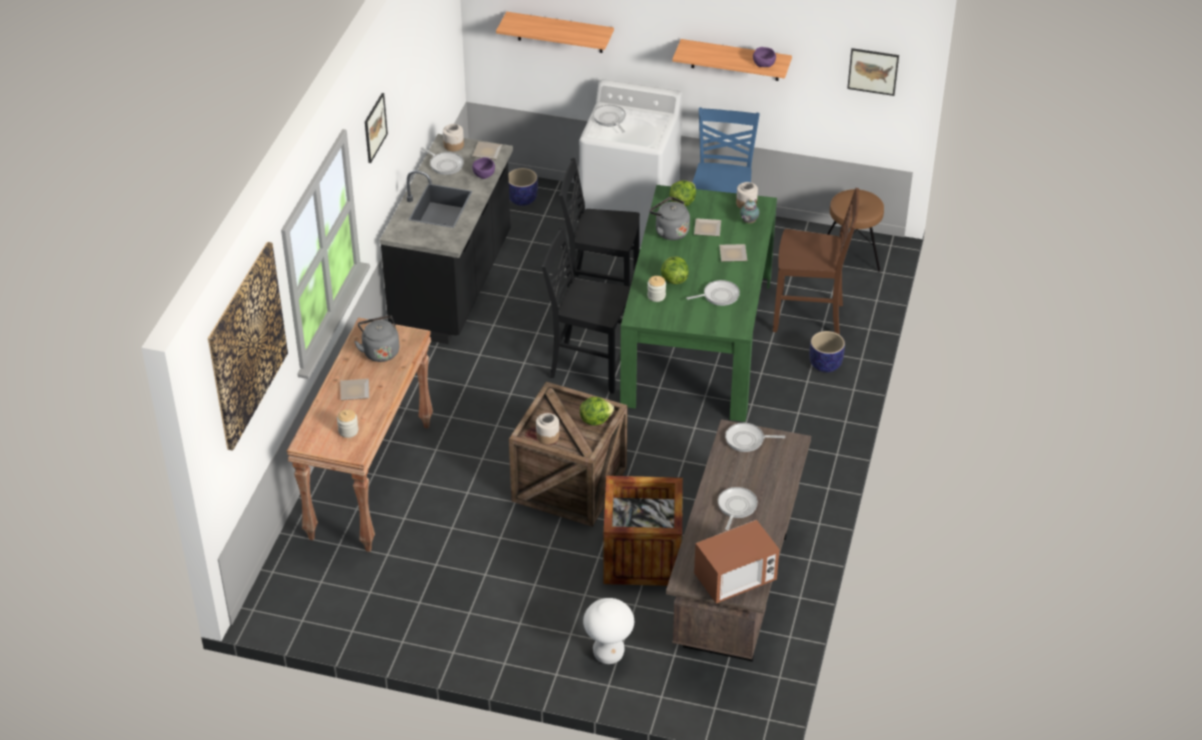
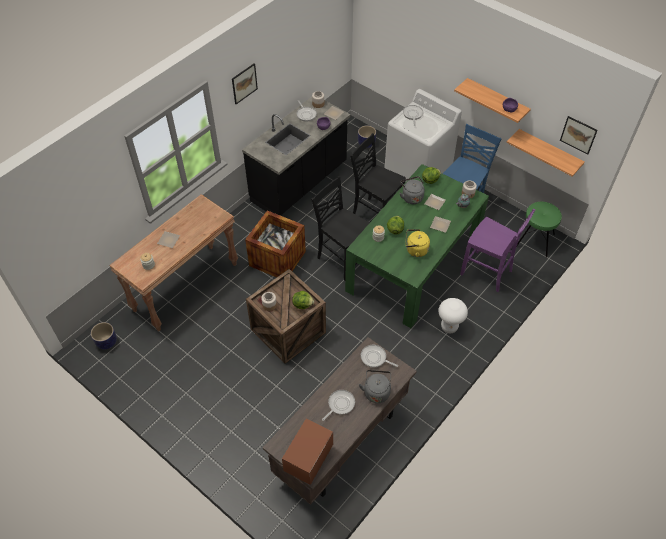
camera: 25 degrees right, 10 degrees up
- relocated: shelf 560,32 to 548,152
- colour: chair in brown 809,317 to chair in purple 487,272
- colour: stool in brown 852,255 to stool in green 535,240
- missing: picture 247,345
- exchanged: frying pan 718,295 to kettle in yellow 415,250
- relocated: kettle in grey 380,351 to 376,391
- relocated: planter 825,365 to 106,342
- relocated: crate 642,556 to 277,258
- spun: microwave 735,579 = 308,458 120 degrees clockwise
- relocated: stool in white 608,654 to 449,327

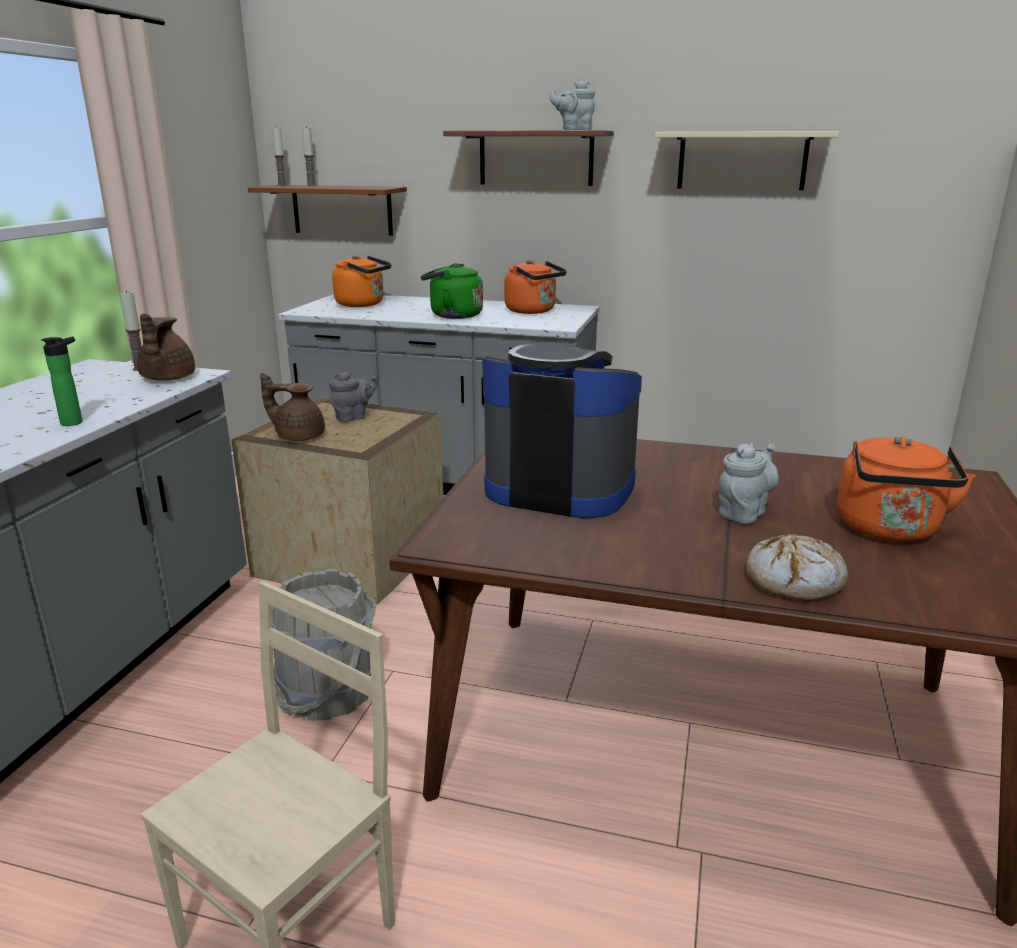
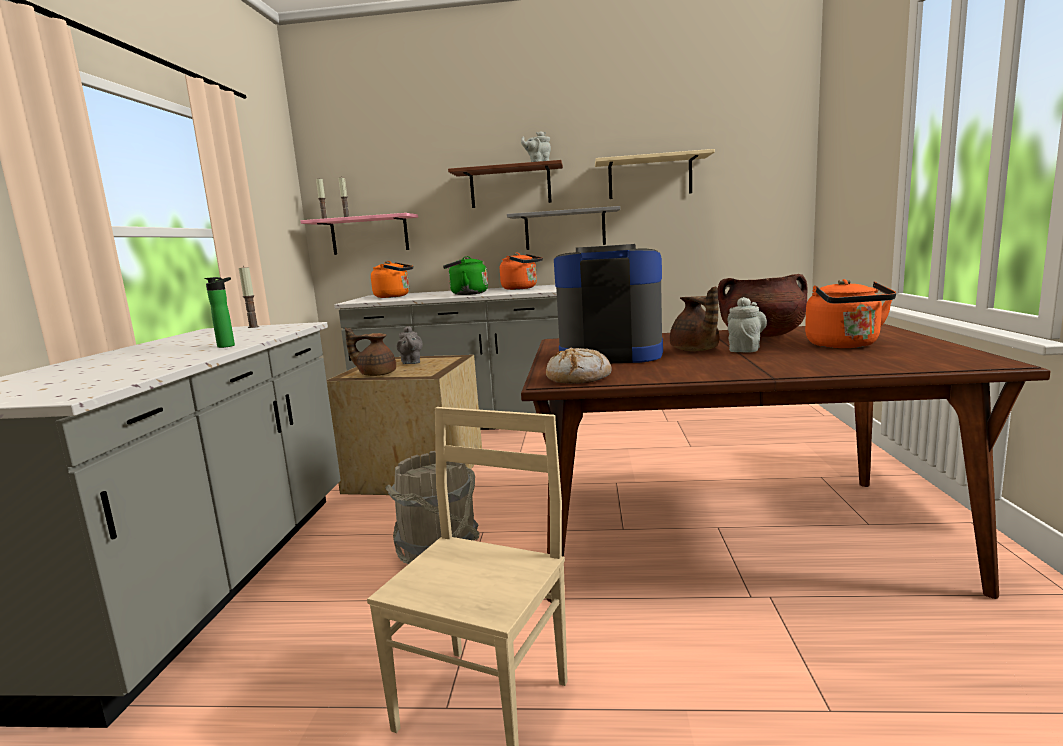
camera: 10 degrees left, 10 degrees down
- colour: shelf in brown 342,210 to shelf in pink 369,235
- relocated: teapot in brown 166,379 to 695,350
- spun: teapot in grey 353,417 = 411,362 120 degrees clockwise
- relocated: bread 794,580 to 579,378
- appeared: shelf in grey 565,229
- appeared: cooking pot in brown 762,336

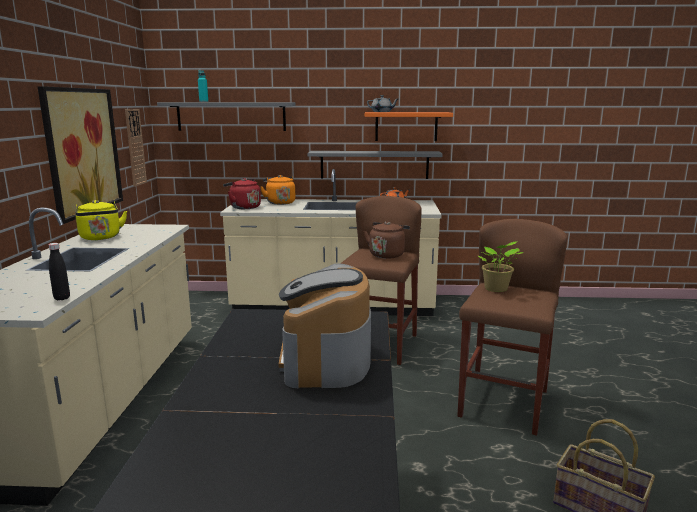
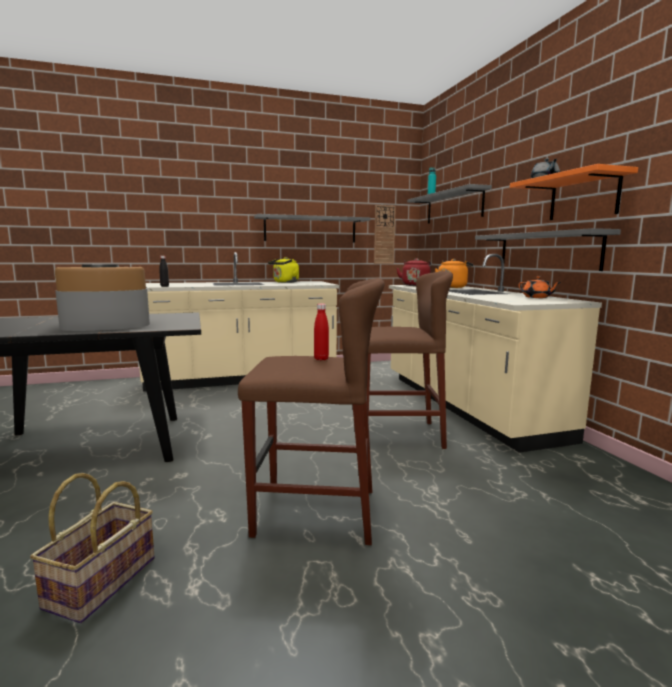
camera: 70 degrees right, 5 degrees down
- exchanged: picture 82,151 to shelf in grey 310,229
- missing: kettle in brown 387,254
- exchanged: potted plant 496,289 to bottle in red 321,359

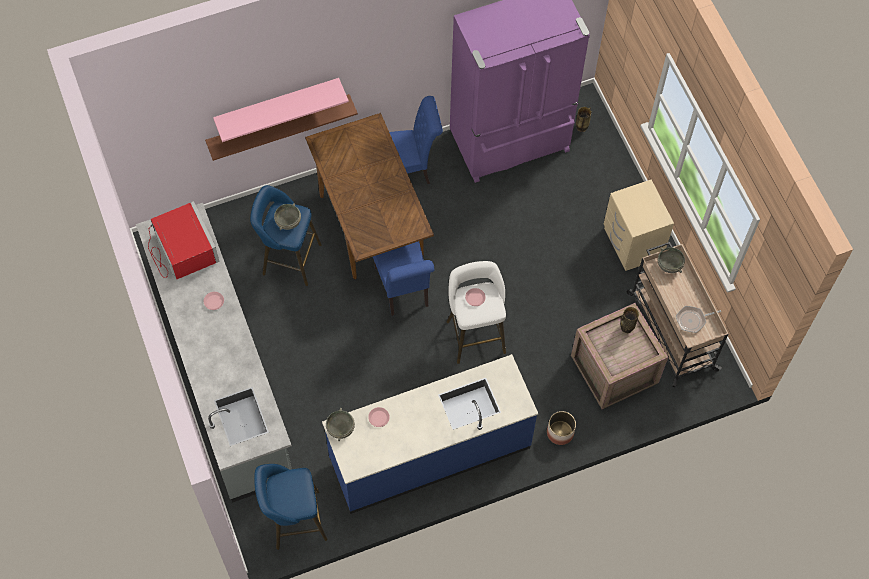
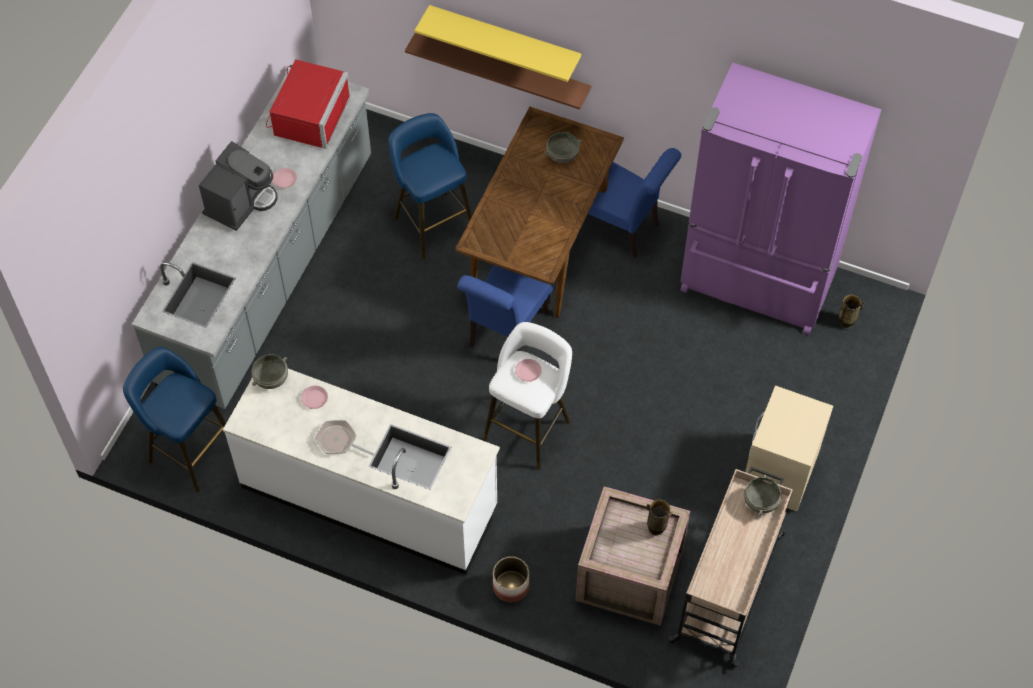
camera: 45 degrees right, 5 degrees down
- colour: shelf in pink 277,104 to shelf in yellow 504,39
- relocated: bowl in grey 288,222 to 562,156
- relocated: frying pan 692,320 to 339,441
- colour: counter in blue 429,452 to counter in white 370,497
- appeared: coffee machine 240,202

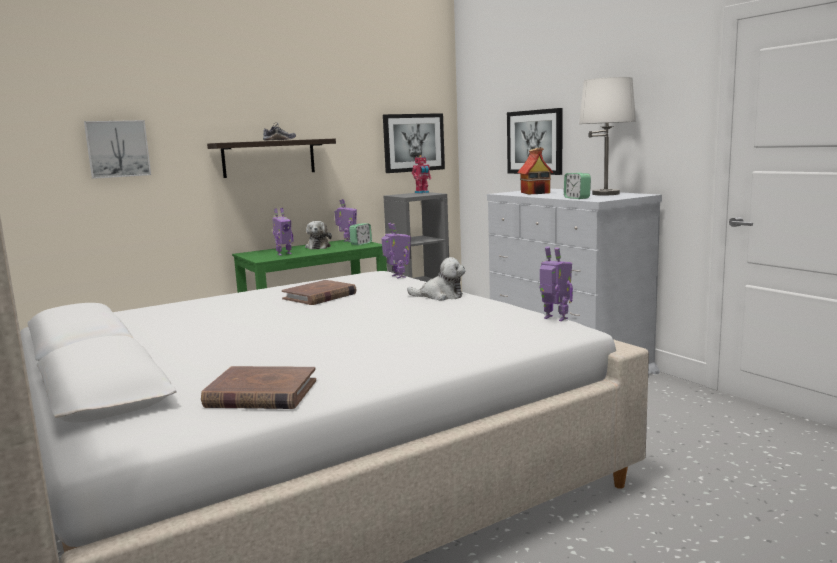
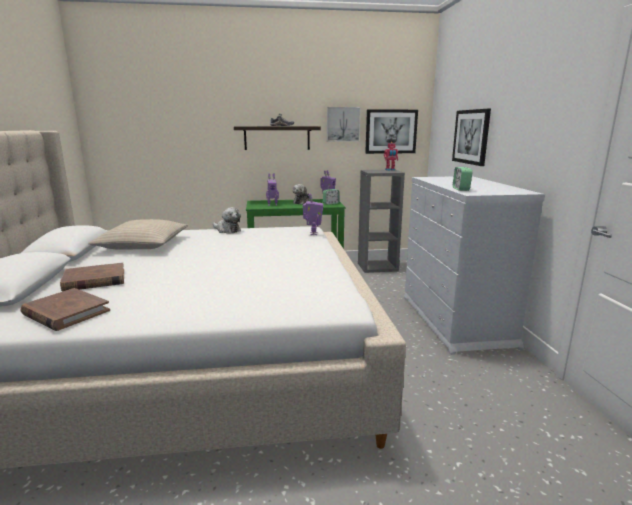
camera: 25 degrees right, 5 degrees up
- missing: table lamp in white 605,194
- relocated: picture 117,149 to 343,124
- missing: toy house 536,193
- missing: toy robot 555,318
- relocated: plush toy 440,296 to 227,230
- relocated: book in brown 320,296 to 94,280
- appeared: pillow in beige 143,245

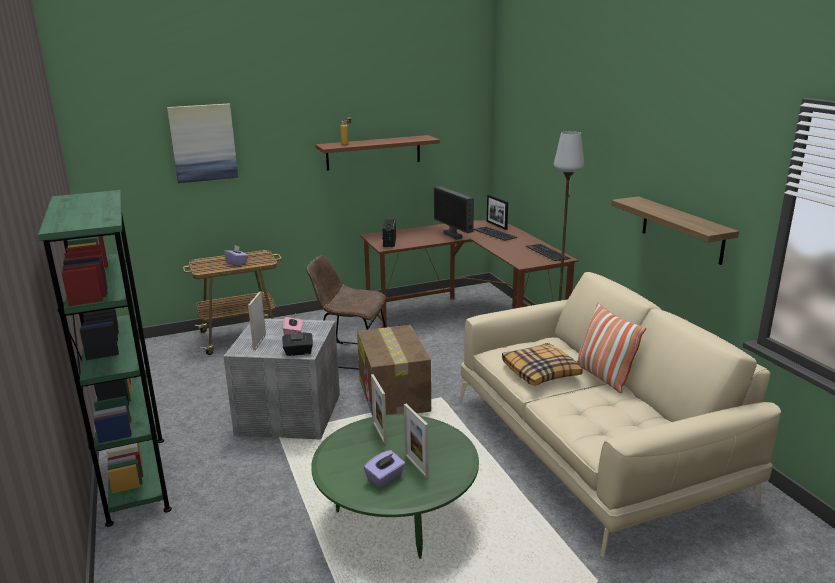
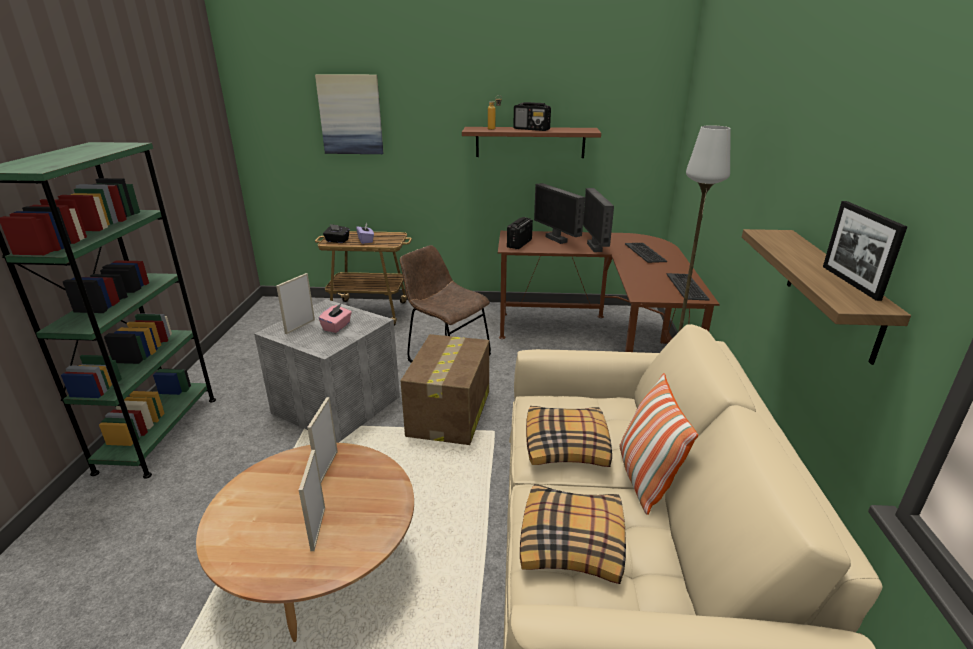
camera: 25 degrees right, 5 degrees up
- relocated: picture frame 496,225 to 850,282
- relocated: tissue box in black 298,352 to 337,241
- colour: coffee table in green 397,517 to coffee table in brown 321,571
- missing: tissue box in purple 385,478
- appeared: radio 532,129
- appeared: monitor 557,239
- appeared: pillow 573,542

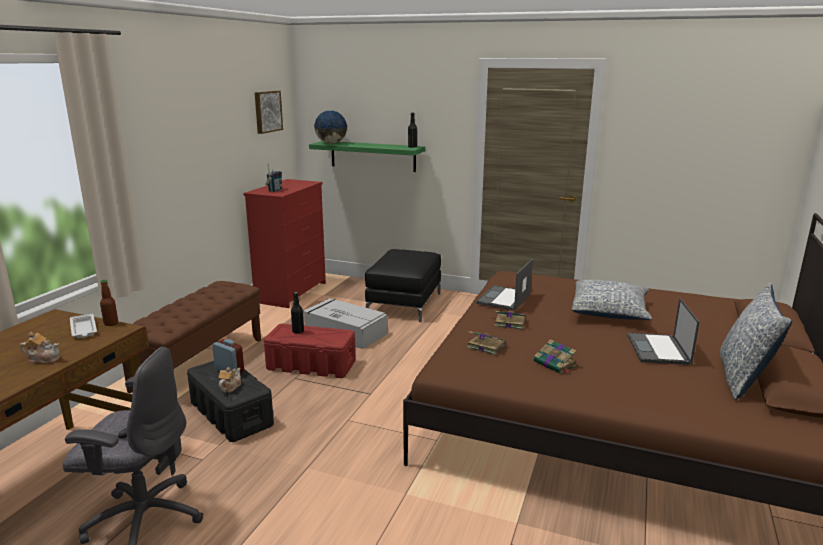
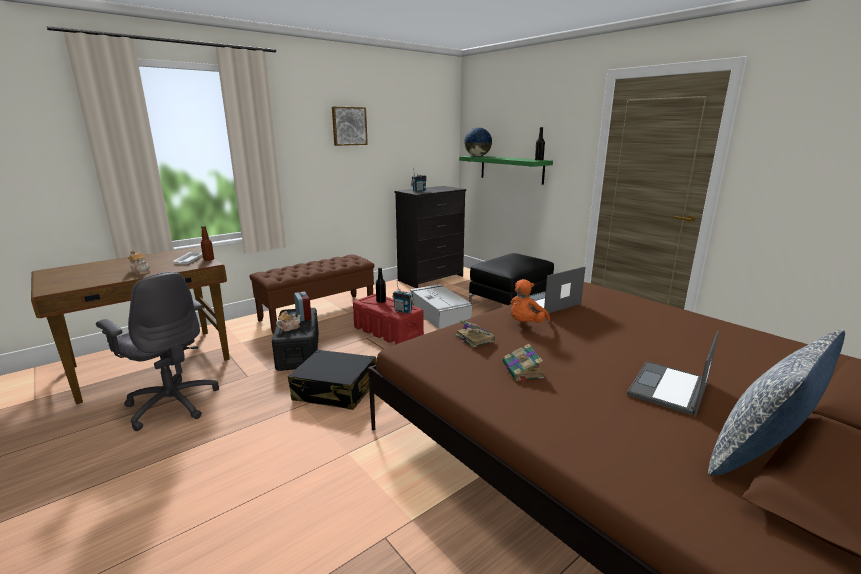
camera: 30 degrees right, 0 degrees up
- relocated: picture 267,111 to 349,126
- colour: dresser in red 292,292 to dresser in black 431,278
- missing: pillow 609,311
- exchanged: book 509,323 to plush toy in orange 525,324
- appeared: radio 403,311
- appeared: suitcase in black 336,390

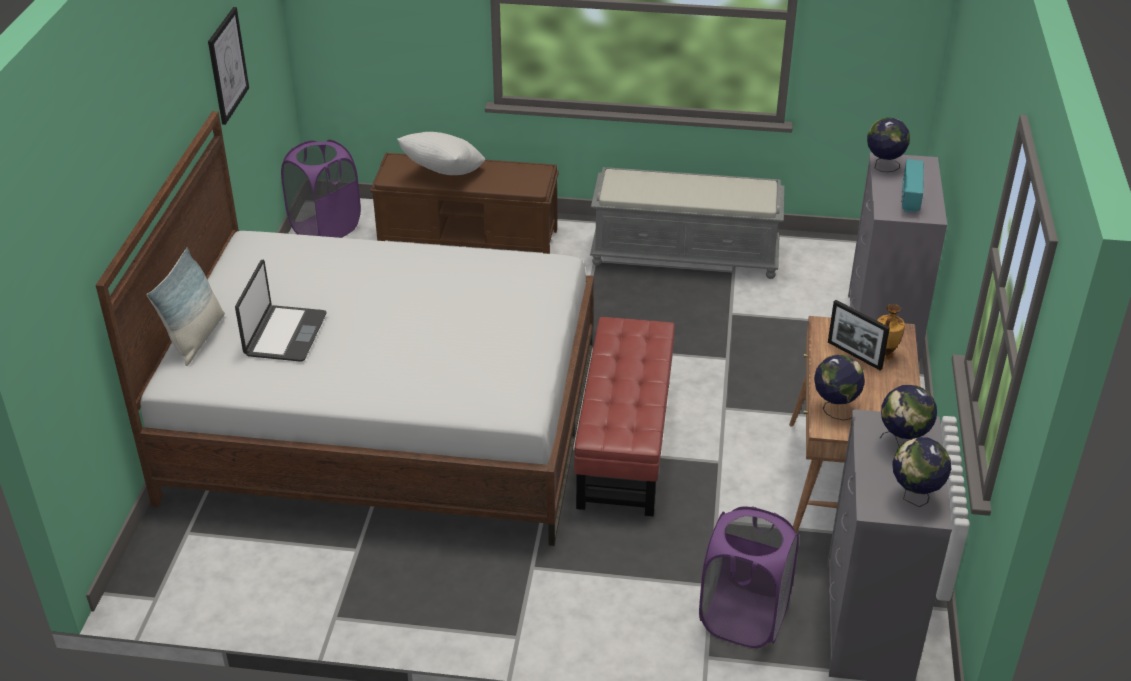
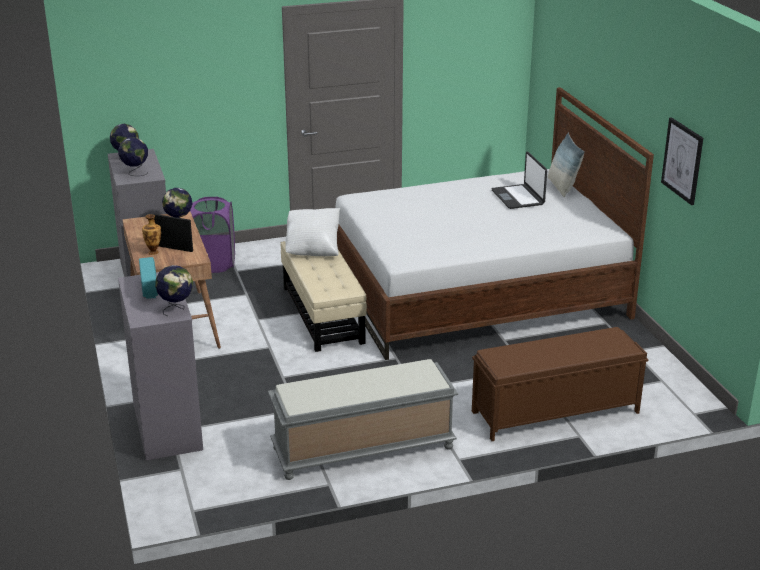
camera: 155 degrees right, 10 degrees down
- relocated: pillow in white 443,175 to 313,249
- missing: laundry basket in purple 325,228
- colour: ottoman in red 624,443 to ottoman in beige 323,314

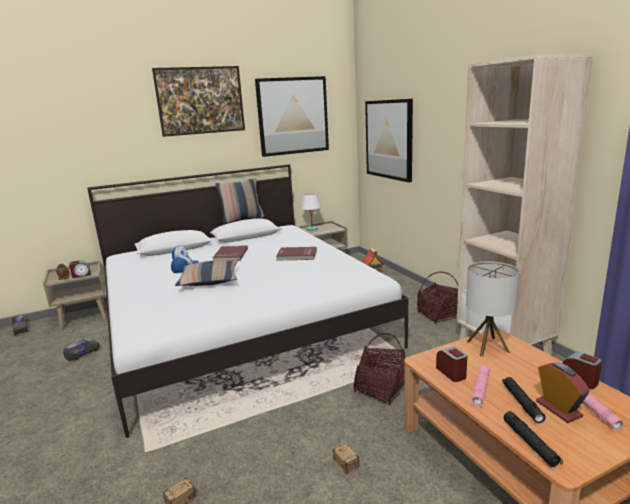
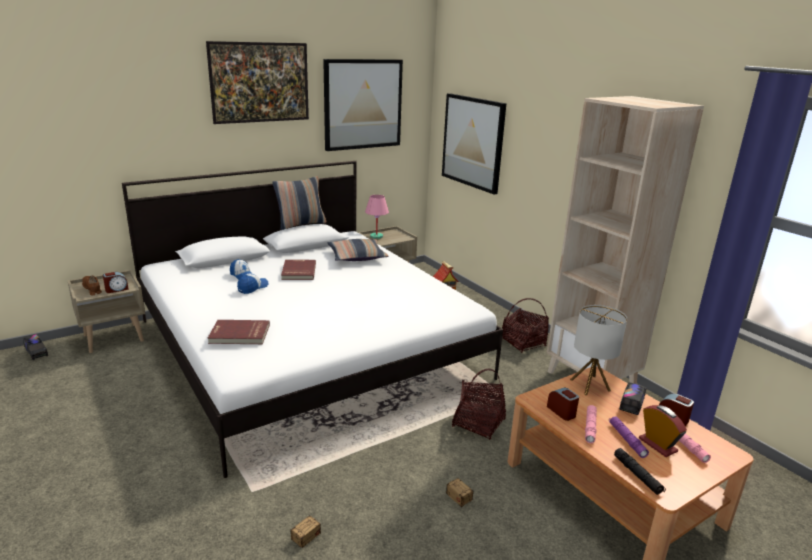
camera: 10 degrees left, 5 degrees up
- colour: table lamp in white 311,229 to table lamp in pink 376,236
- relocated: book in red 296,255 to 239,334
- relocated: pillow 209,280 to 357,256
- relocated: toy truck 83,354 to 632,403
- colour: flashlight in black 522,403 to flashlight in purple 627,440

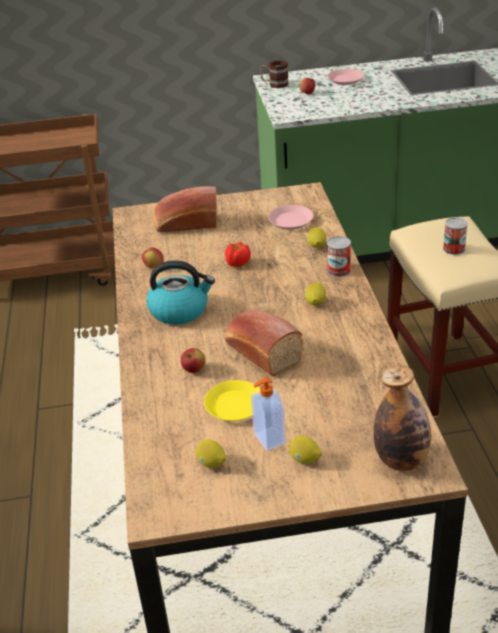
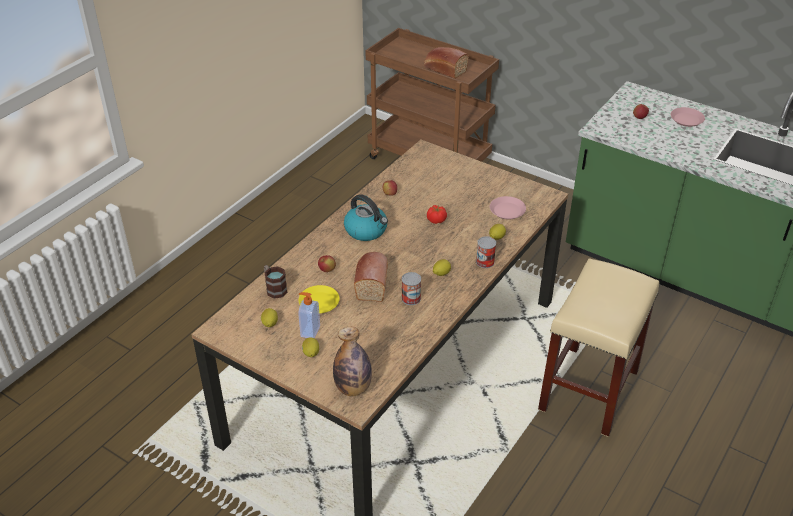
camera: 40 degrees right, 5 degrees up
- relocated: mug 274,84 to 274,288
- relocated: bread 186,224 to 444,69
- relocated: can 454,249 to 411,298

